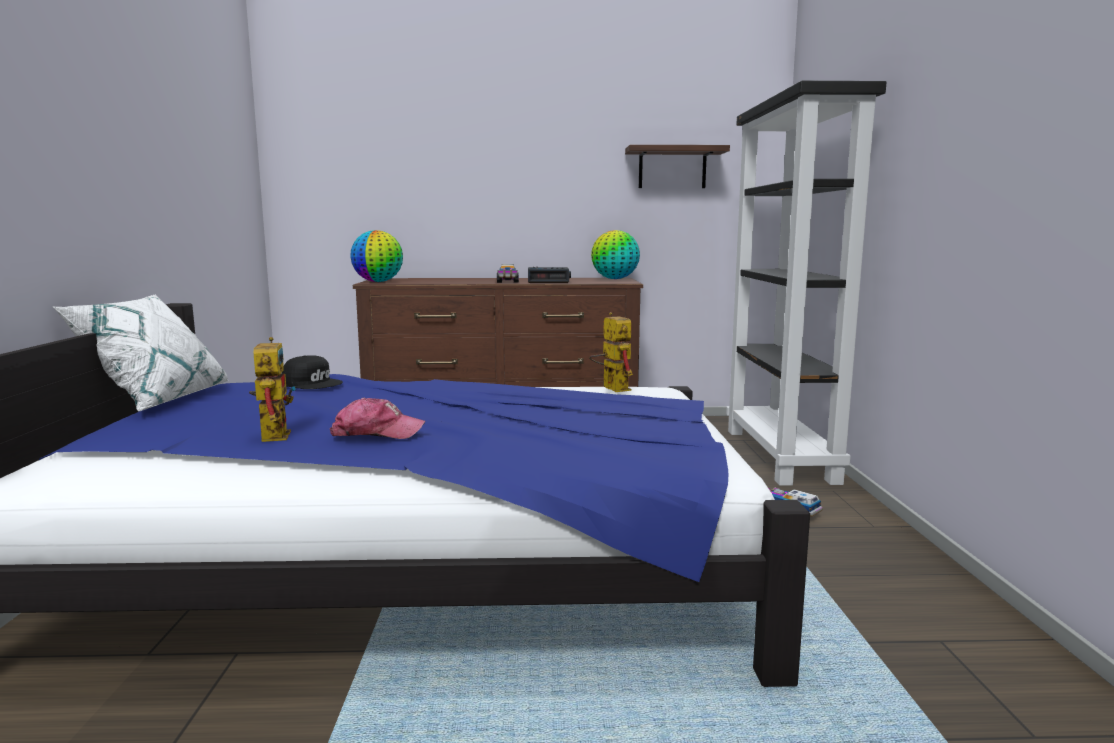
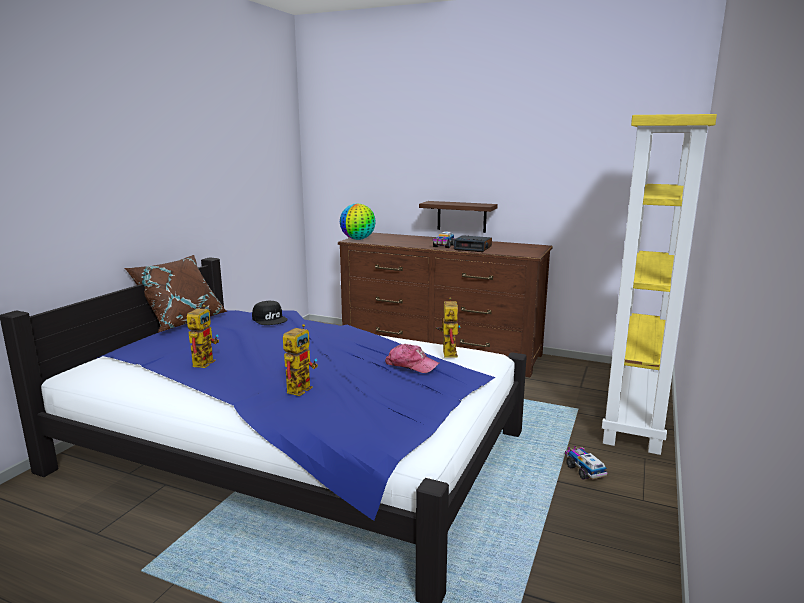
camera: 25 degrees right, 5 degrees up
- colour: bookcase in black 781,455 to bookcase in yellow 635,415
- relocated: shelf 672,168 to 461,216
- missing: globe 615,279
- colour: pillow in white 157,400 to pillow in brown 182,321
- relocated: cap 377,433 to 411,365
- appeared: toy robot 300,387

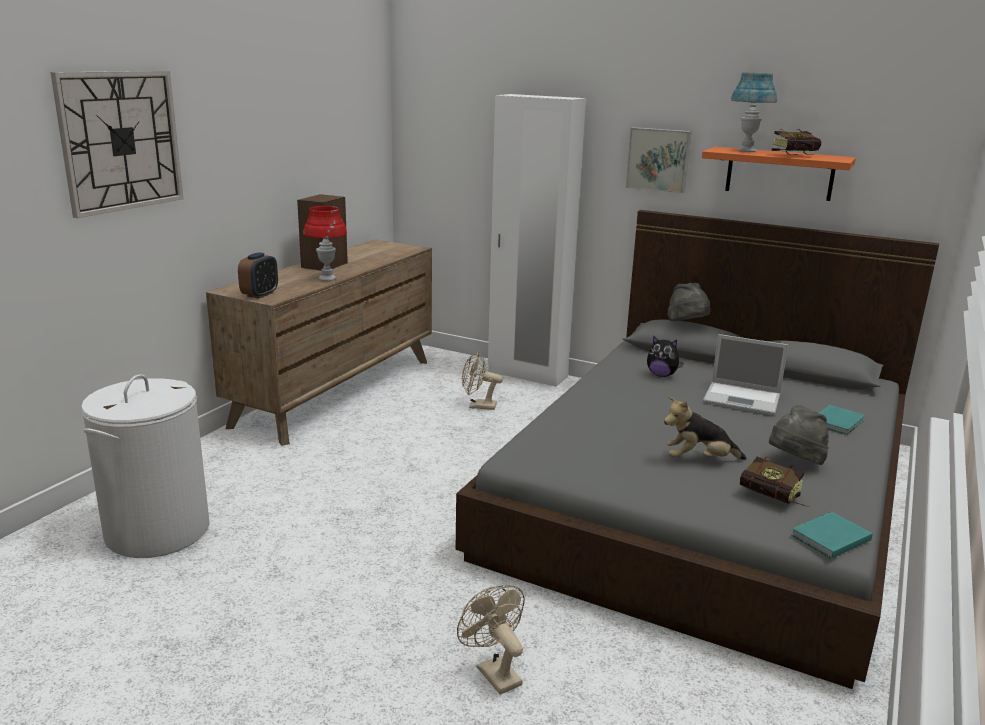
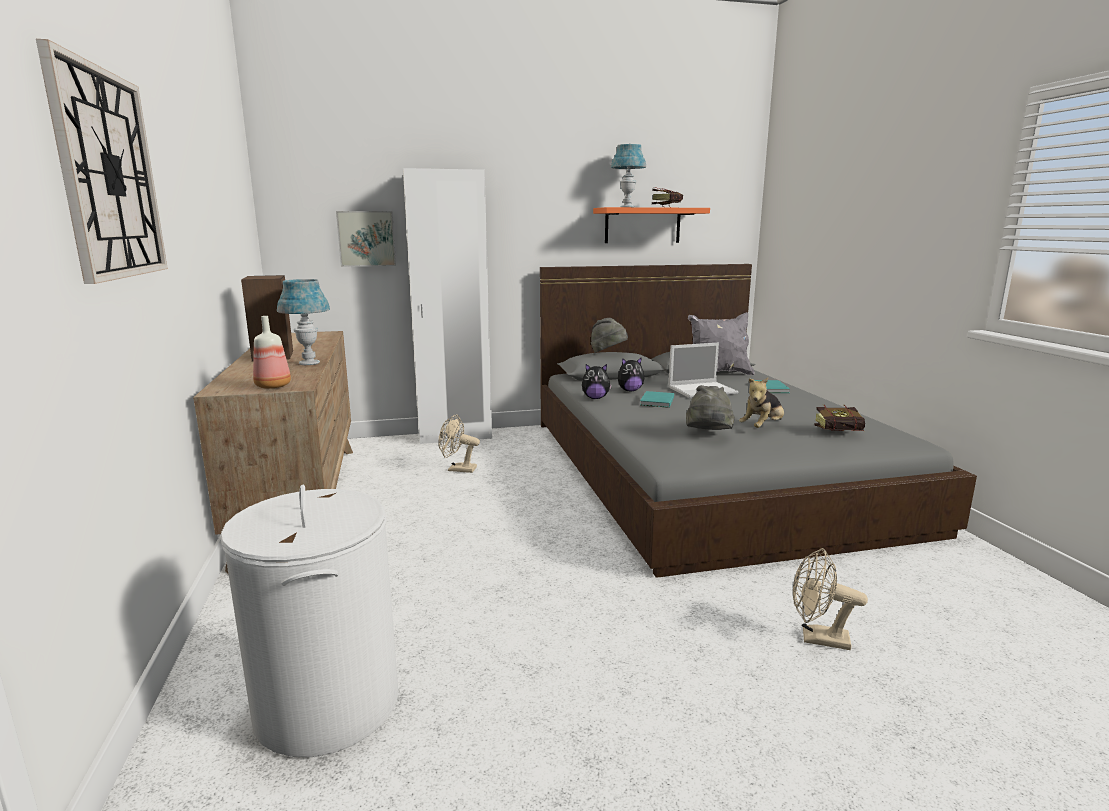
camera: 40 degrees left, 5 degrees down
- relocated: picture 658,159 to 366,238
- colour: table lamp in red 327,278 to table lamp in blue 309,363
- exchanged: alarm clock 260,294 to bottle 272,386
- spun: fan in beige 478,406 = 457,469 45 degrees clockwise
- relocated: hat in grey 794,463 to 708,434
- relocated: book in turquoise 828,537 to 656,401
- appeared: pillow in grey 719,374
- appeared: plush toy 595,398

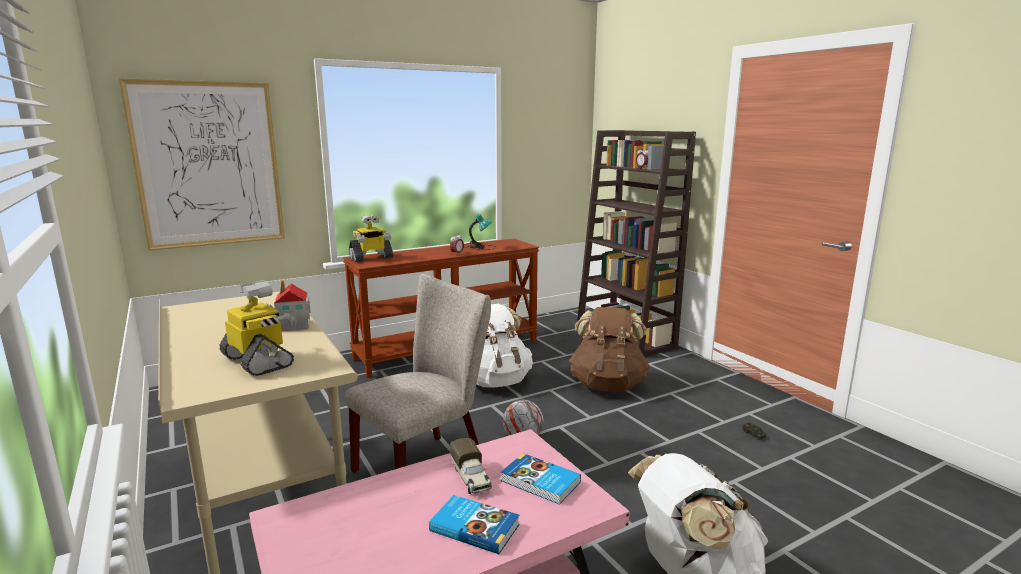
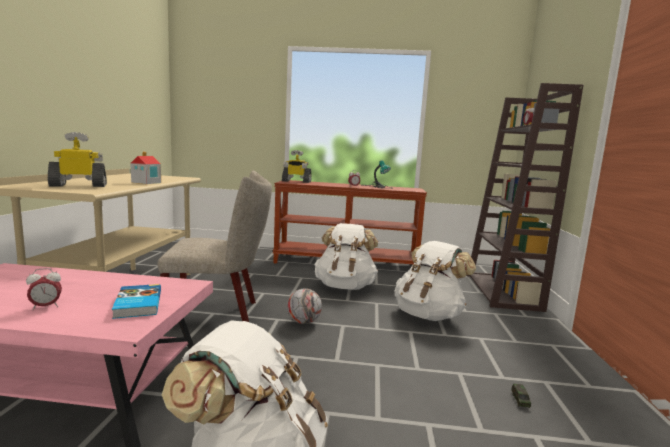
camera: 35 degrees right, 5 degrees down
- missing: picture 209,165
- spun: toy robot 259,361 = 79,185 105 degrees counterclockwise
- colour: backpack in brown 607,385 to backpack in white 428,315
- missing: toy truck 471,478
- exchanged: book 475,527 to alarm clock 46,307

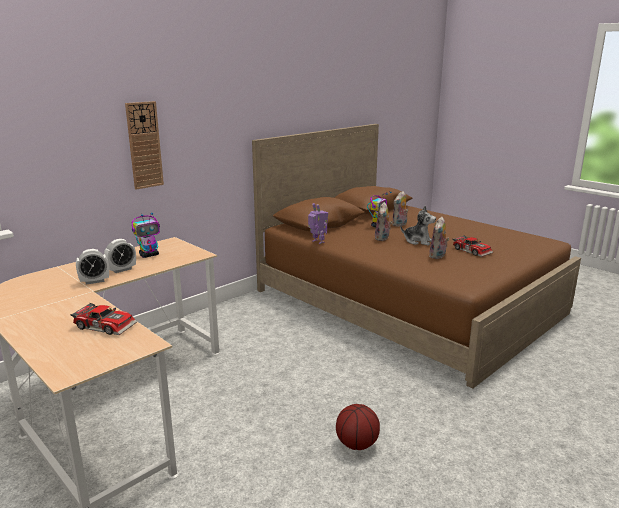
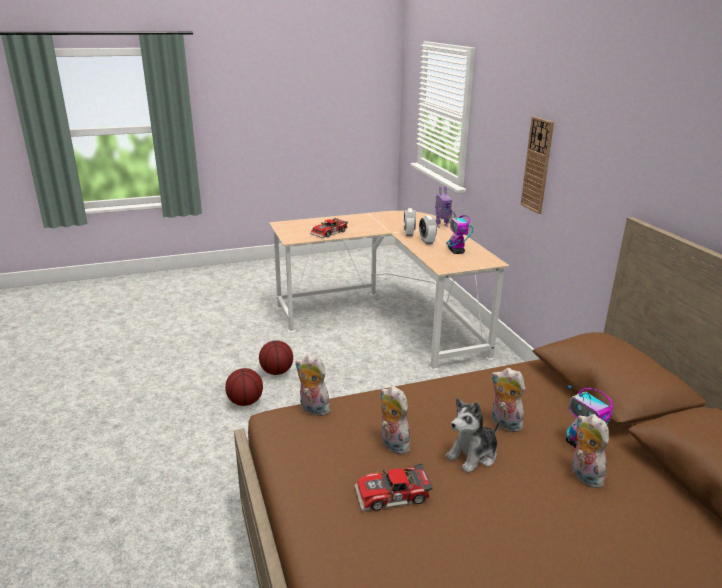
camera: 115 degrees right, 5 degrees up
- relocated: toy robot 317,242 to 441,225
- appeared: basketball 277,371
- appeared: plush toy 312,409

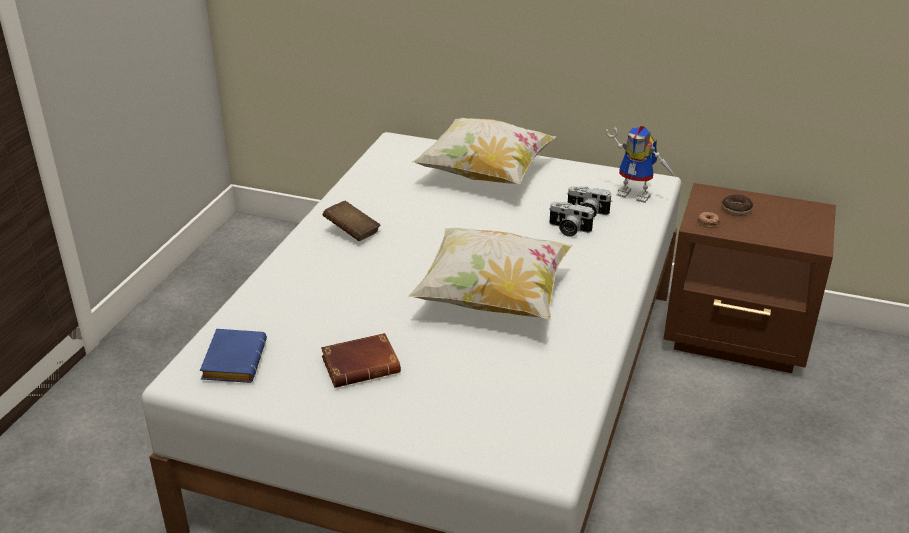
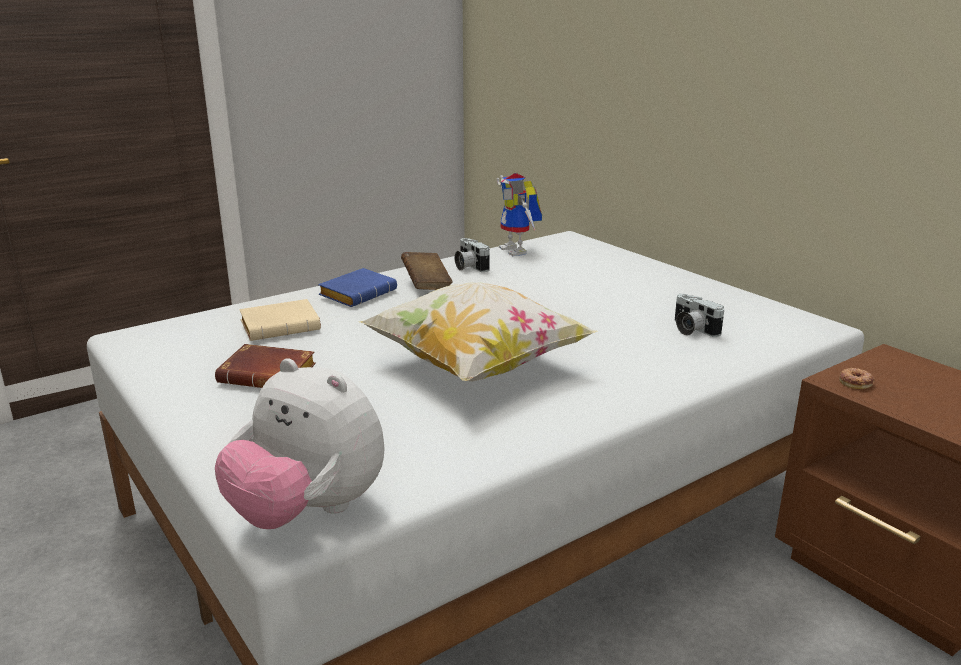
camera: 35 degrees right, 10 degrees down
- missing: pillow 485,174
- relocated: toy robot 637,194 to 519,251
- missing: donut 736,209
- relocated: photo camera 568,229 to 469,267
- relocated: book in blue 233,360 to 358,293
- appeared: book in beige 282,326
- appeared: plush toy 308,512

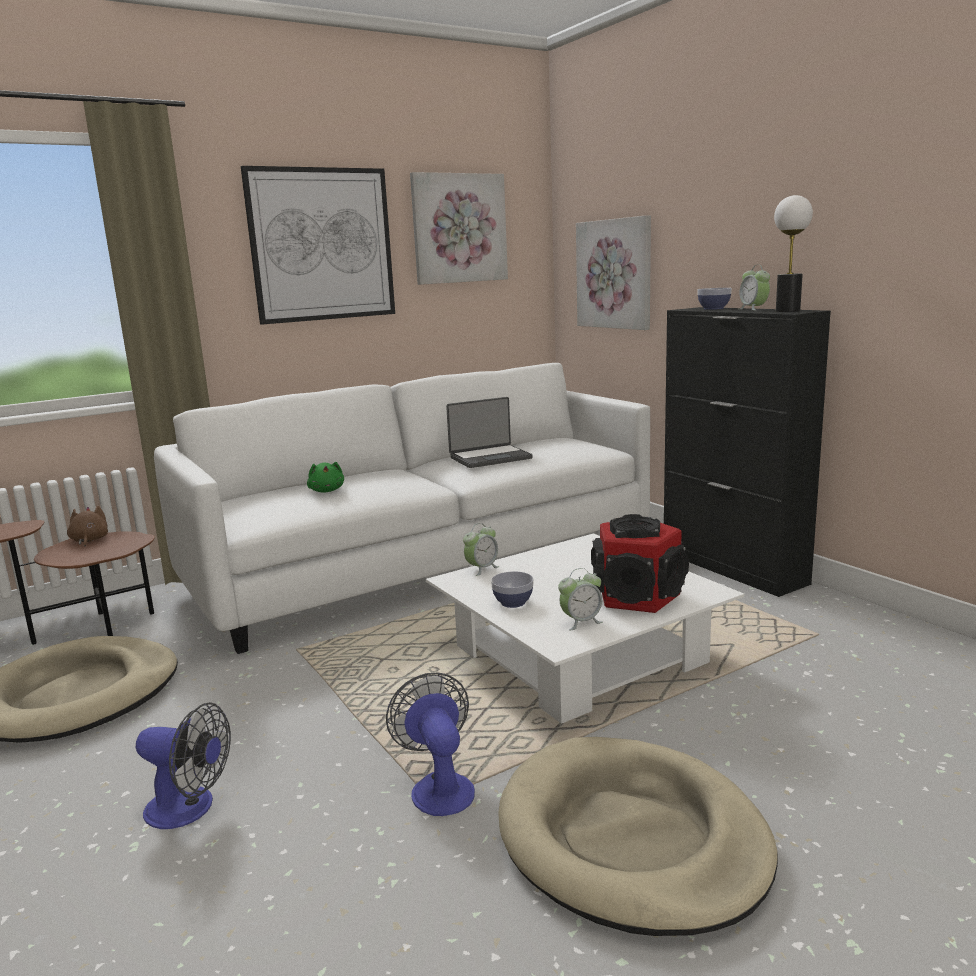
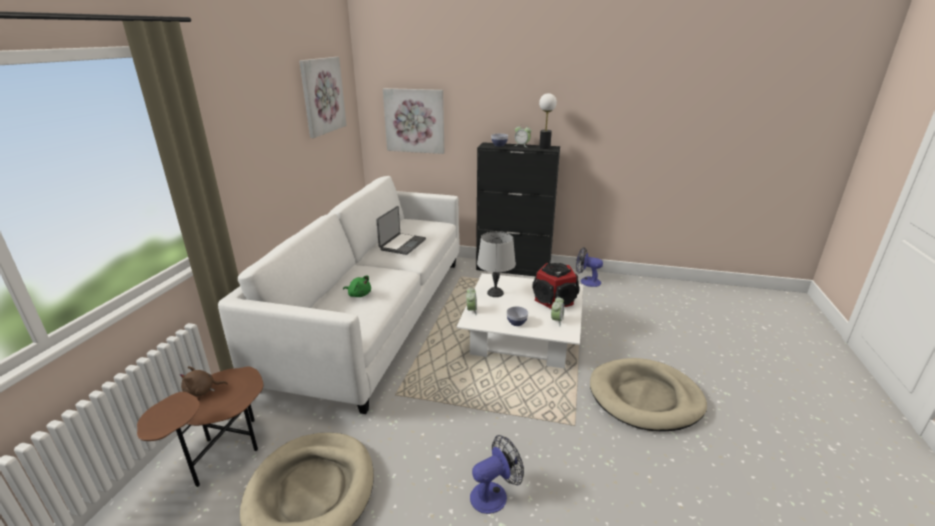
camera: 45 degrees left, 10 degrees up
- missing: picture 322,245
- spun: plush toy in brown 89,540 = 202,391 45 degrees counterclockwise
- relocated: fan 439,786 to 586,281
- appeared: table lamp in grey 495,293

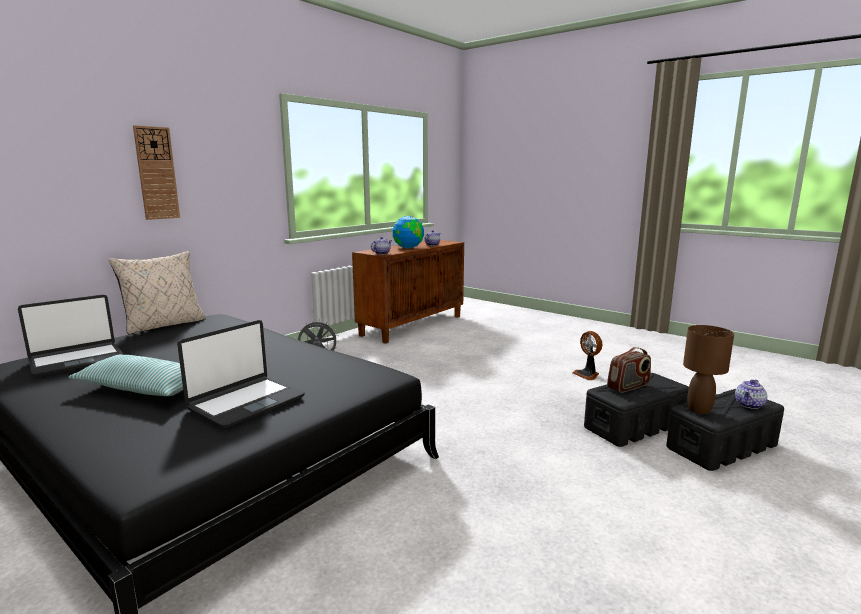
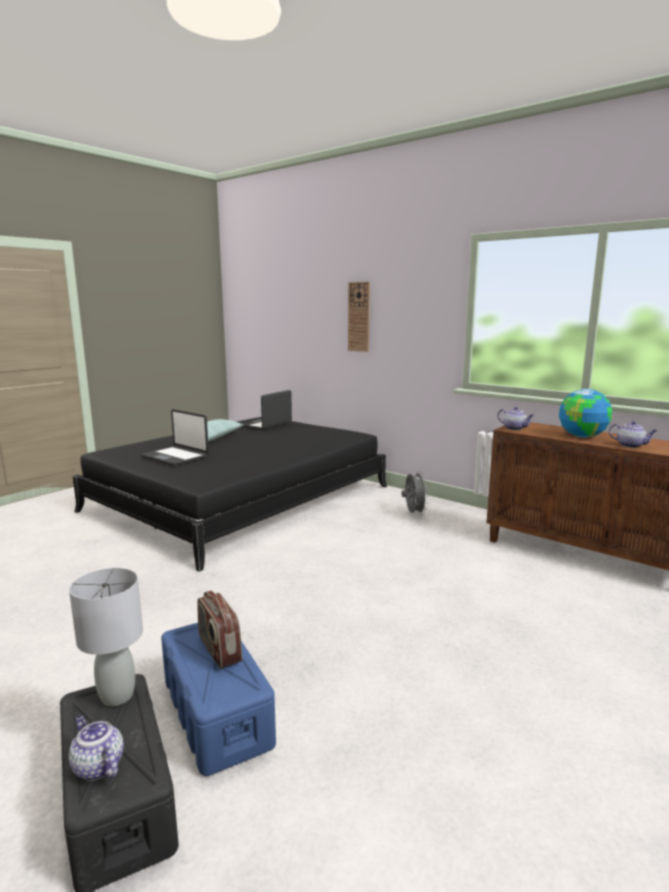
camera: 90 degrees right, 0 degrees up
- missing: pillow in beige 164,325
- spun: laptop 77,360 = 266,424 75 degrees clockwise
- colour: table lamp in brown 699,410 to table lamp in grey 117,695
- missing: fan 587,374
- colour: storage box in black 635,425 to storage box in blue 217,713

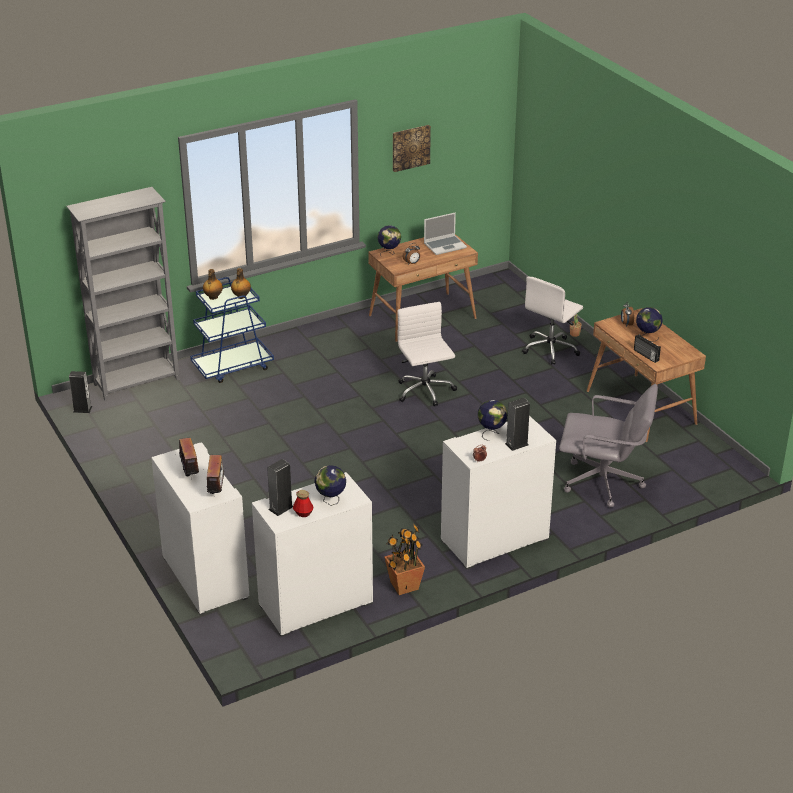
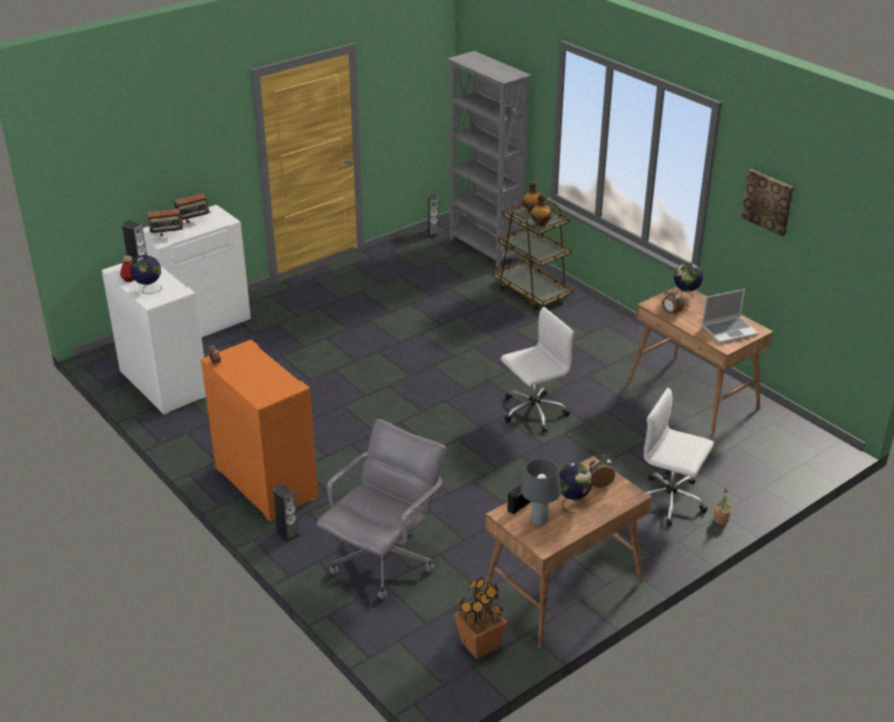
camera: 80 degrees right, 0 degrees up
- spun: laptop 445,245 = 729,330 75 degrees counterclockwise
- colour: cart in blue 233,367 to cart in brown 532,292
- spun: office chair in grey 603,483 = 384,561 150 degrees counterclockwise
- relocated: speaker 516,444 to 287,533
- missing: globe 491,433
- colour: cabinet in white 494,540 to cabinet in orange 264,483
- relocated: potted plant 404,585 to 480,645
- appeared: table lamp in grey 538,521

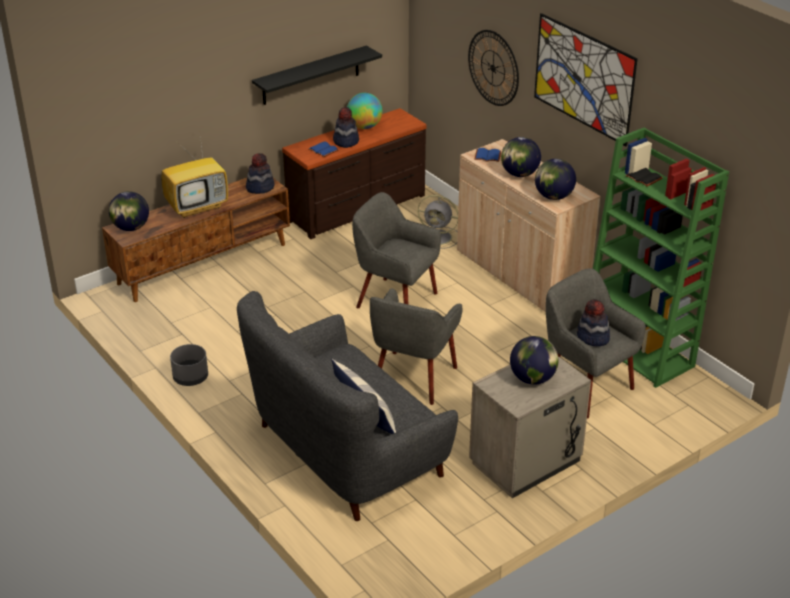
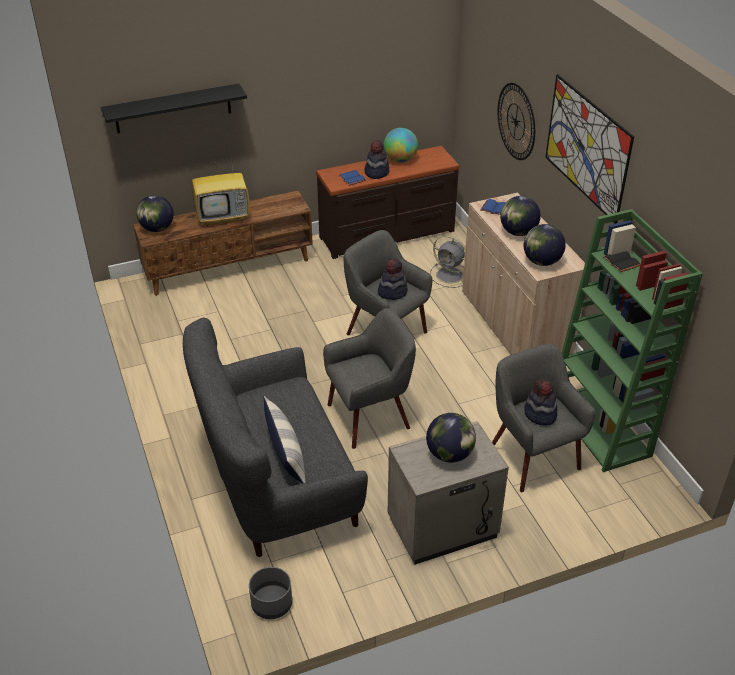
camera: 15 degrees right, 5 degrees up
- relocated: shelf in black 311,75 to 173,108
- relocated: hat 260,187 to 392,292
- spun: armchair in grey 413,378 = 370,416 150 degrees counterclockwise
- relocated: planter in grey 190,377 to 271,604

